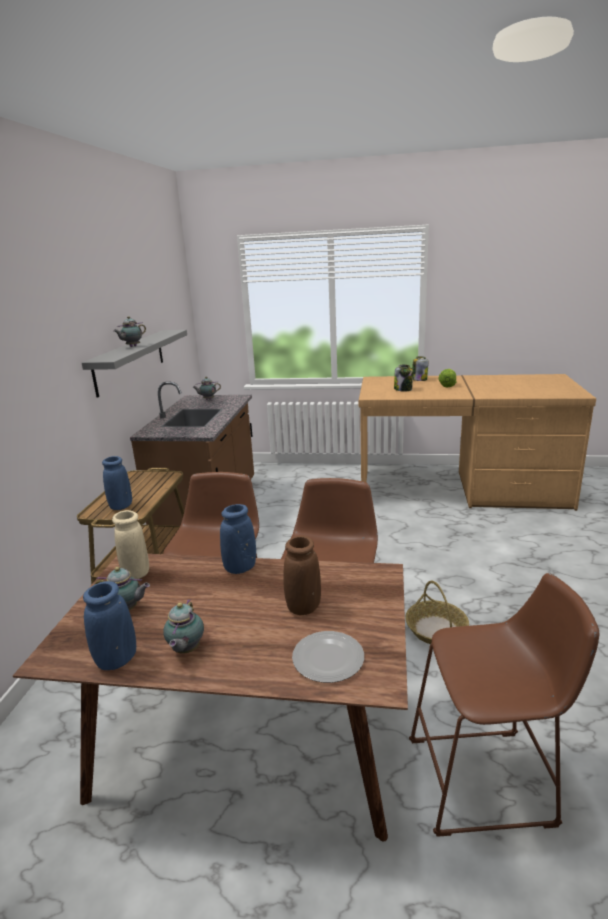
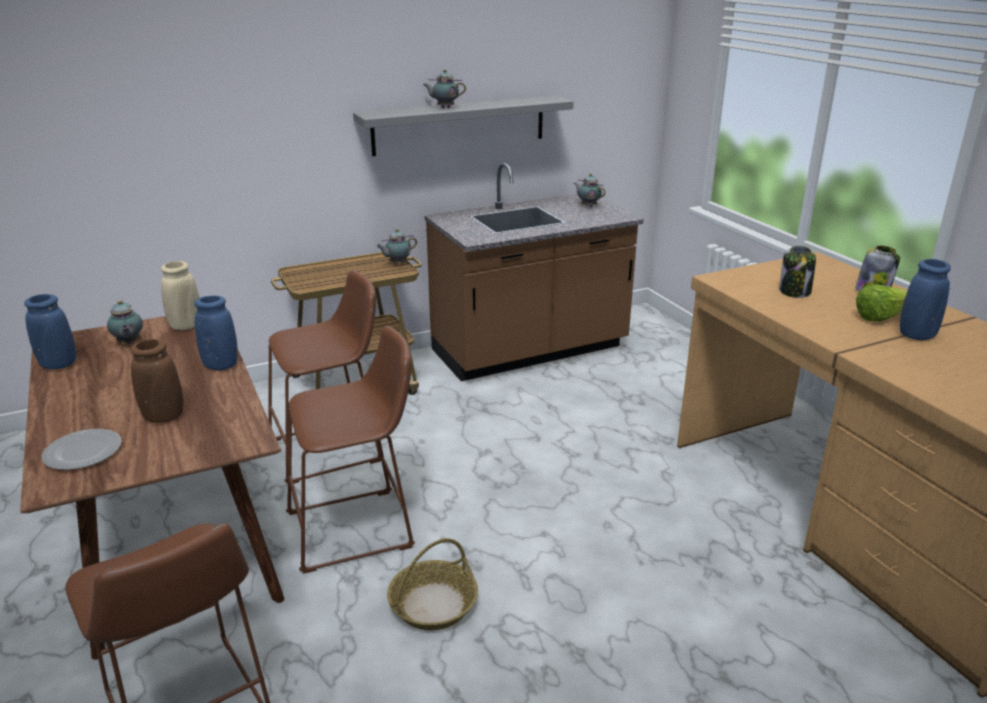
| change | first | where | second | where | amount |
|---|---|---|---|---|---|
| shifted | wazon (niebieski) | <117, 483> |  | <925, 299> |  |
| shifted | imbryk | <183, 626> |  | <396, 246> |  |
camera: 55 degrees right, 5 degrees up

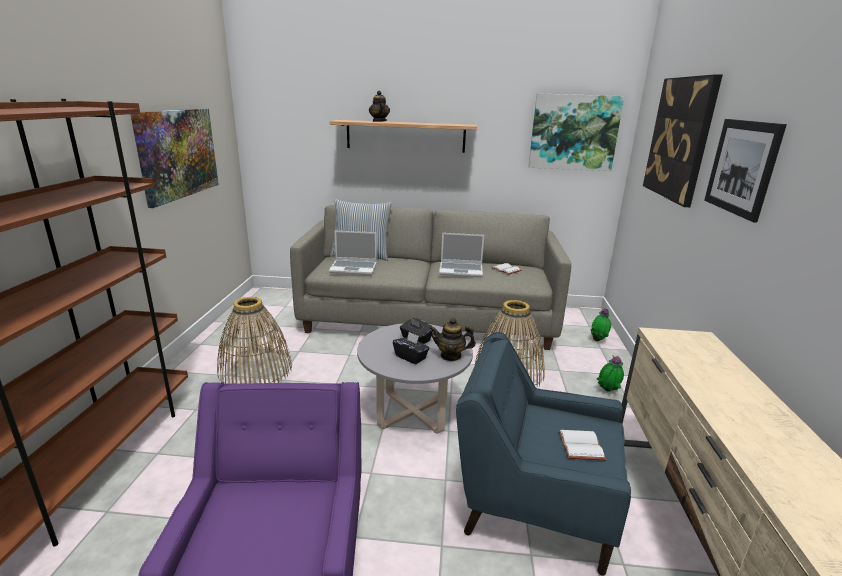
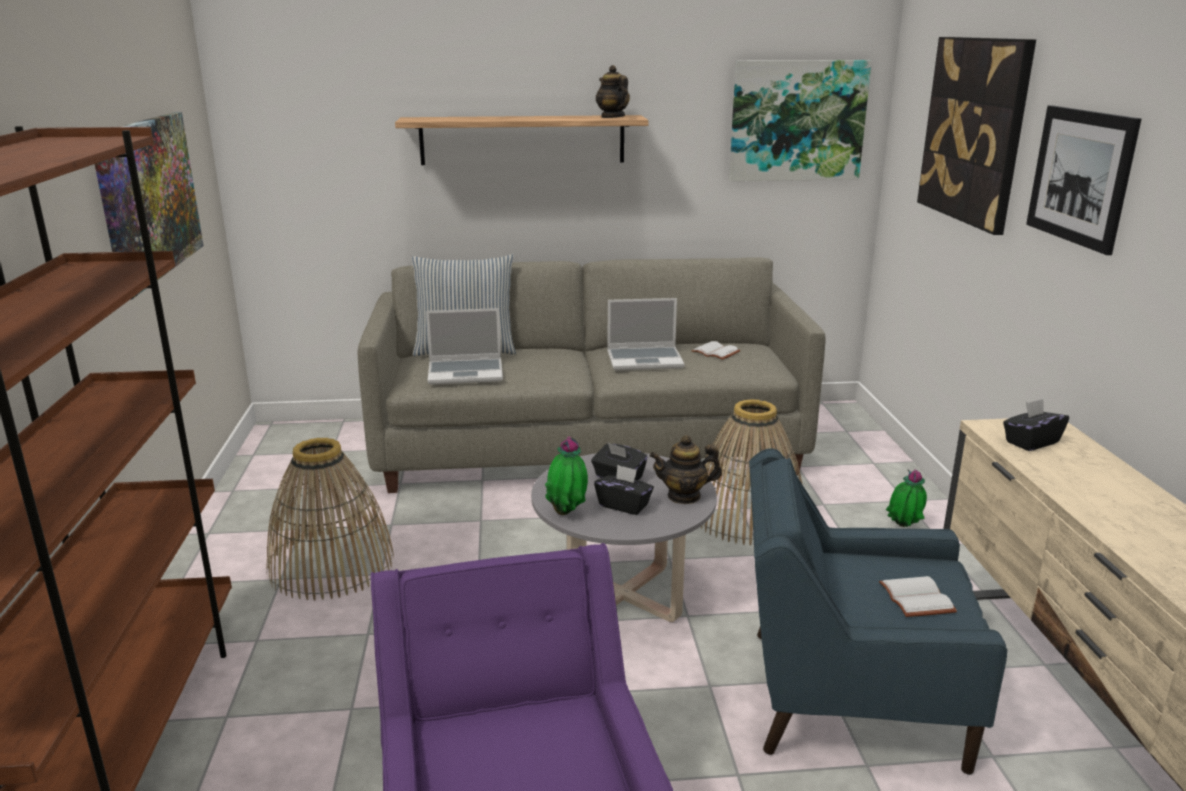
| change | first | where | second | where | amount |
|---|---|---|---|---|---|
| shifted | imbryk | <379, 106> |  | <613, 91> |  |
| shifted | roślina doniczkowa | <601, 324> |  | <566, 476> |  |
| new |  |  | pudełko chusteczek (czarny) | <1036, 425> |  |
camera: 10 degrees left, 0 degrees up

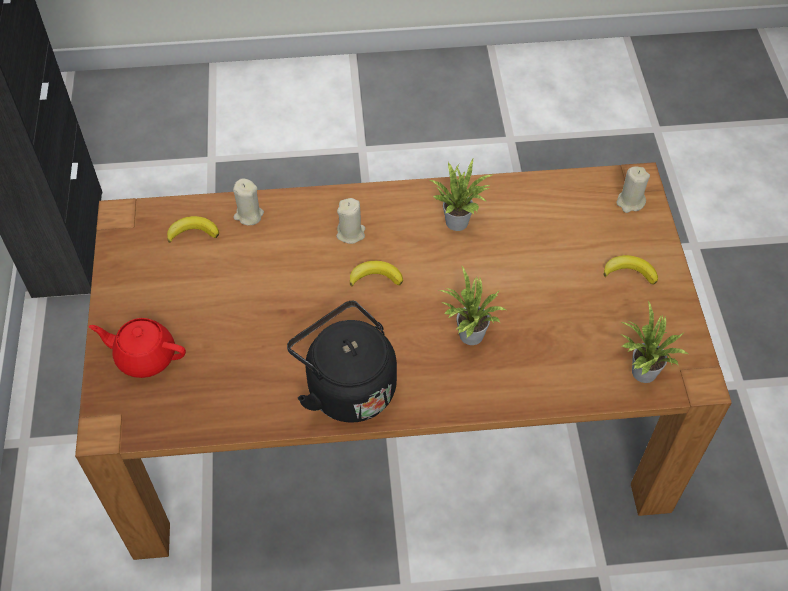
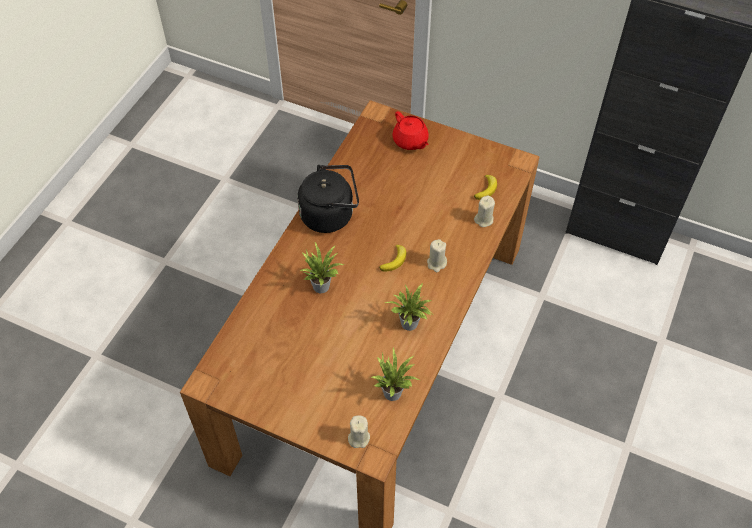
| change | first | where | second | where | amount |
|---|---|---|---|---|---|
| gone | banan | <630, 270> |  |  |  |
| shifted | roślina doniczkowa | <654, 341> |  | <395, 374> |  |
| rotated | imbryk (czerwony) | <137, 348> |  | <410, 130> | 105 degrees clockwise |
camera: 120 degrees right, 0 degrees up

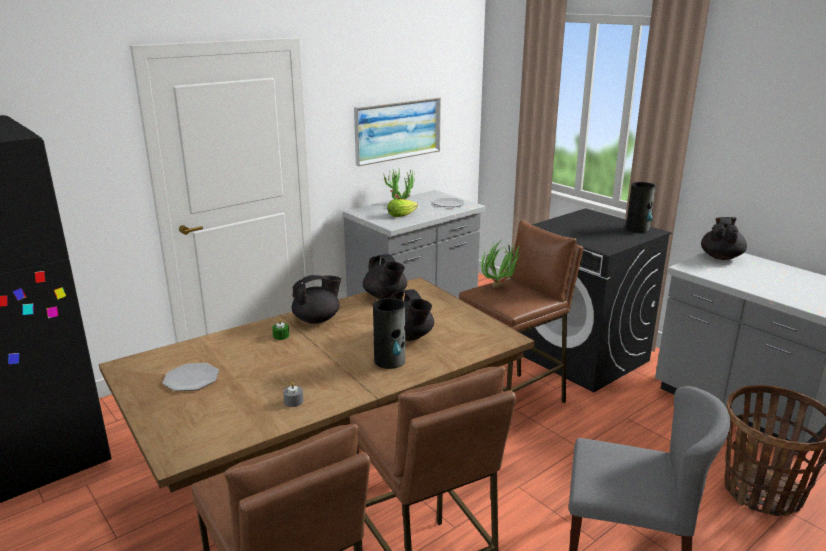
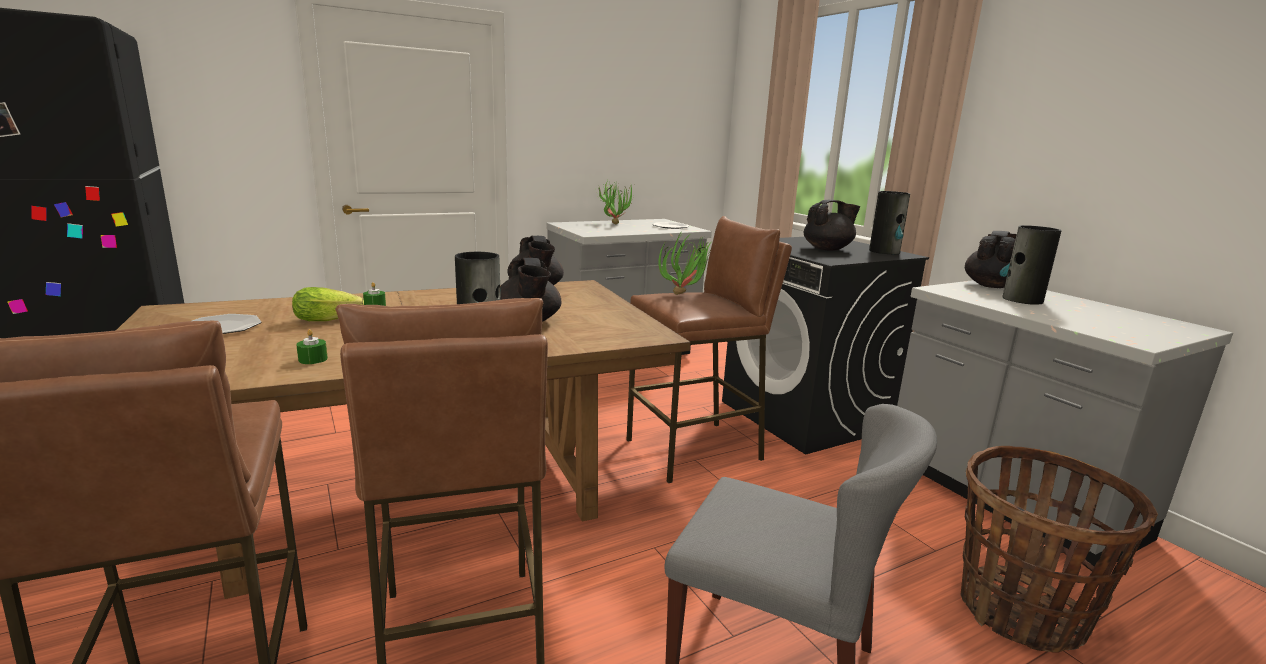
| change | first | where | second | where | amount |
|---|---|---|---|---|---|
| gone | obraz | <397, 131> |  |  |  |
| shifted | sałata | <402, 208> |  | <328, 304> |  |
| shifted | imbryk (czarny) | <316, 299> |  | <832, 225> |  |
| repainted | świeca (szary) | <293, 394> | świeca (zielony) | <312, 346> |  |
| new |  |  | wazon | <1031, 265> |  |
camera: 10 degrees right, 5 degrees down

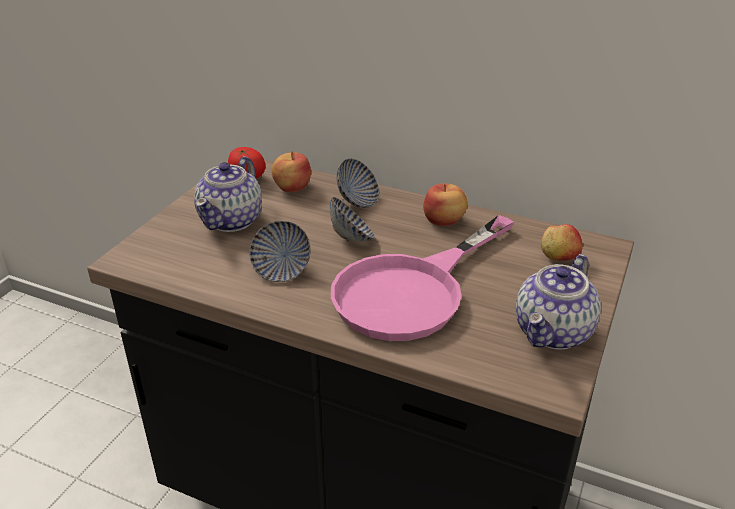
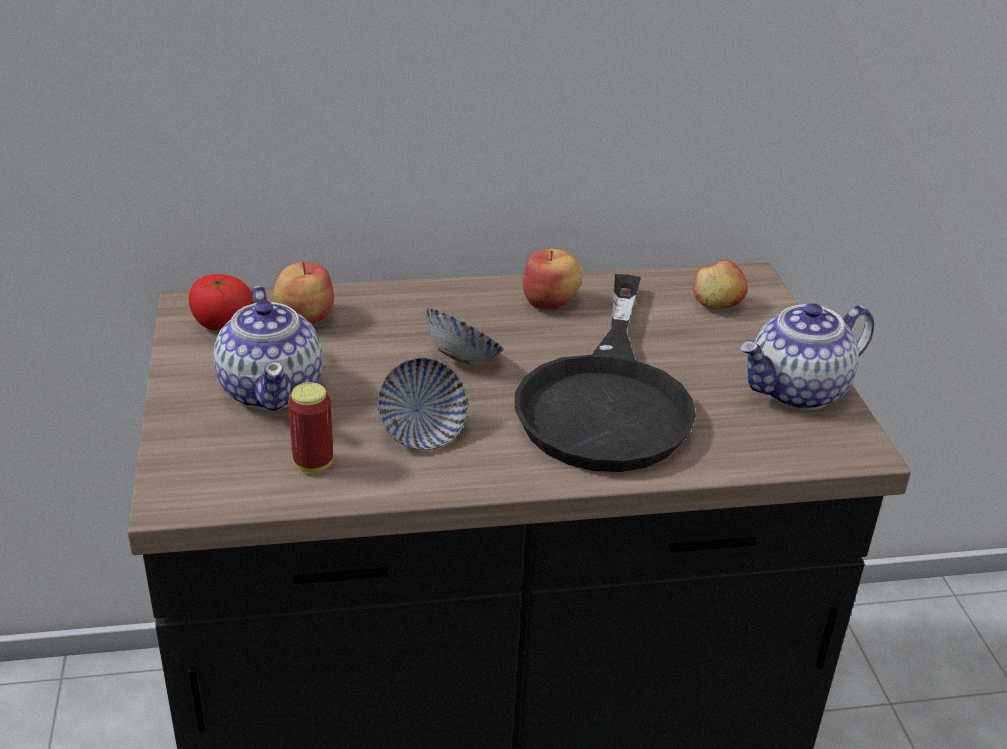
| change | first | where | second | where | amount |
|---|---|---|---|---|---|
| gone | miska | <357, 183> |  |  |  |
| repainted | patelnia (różowy) | <422, 278> | patelnia (czarny) | <605, 373> |  |
| rotated | imbryk | <558, 301> |  | <806, 356> | 60 degrees clockwise |
| new |  |  | puszka | <310, 427> |  |
camera: 35 degrees left, 0 degrees up

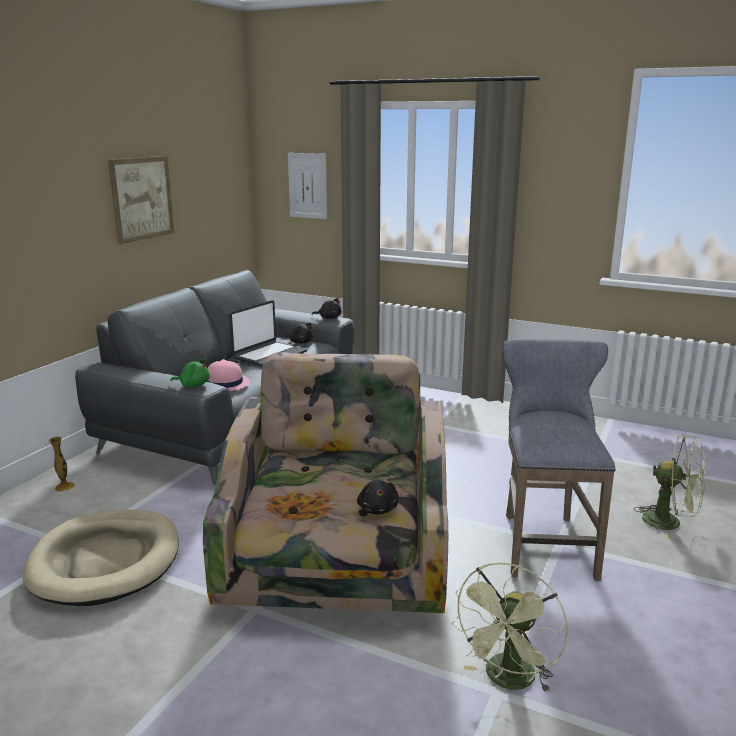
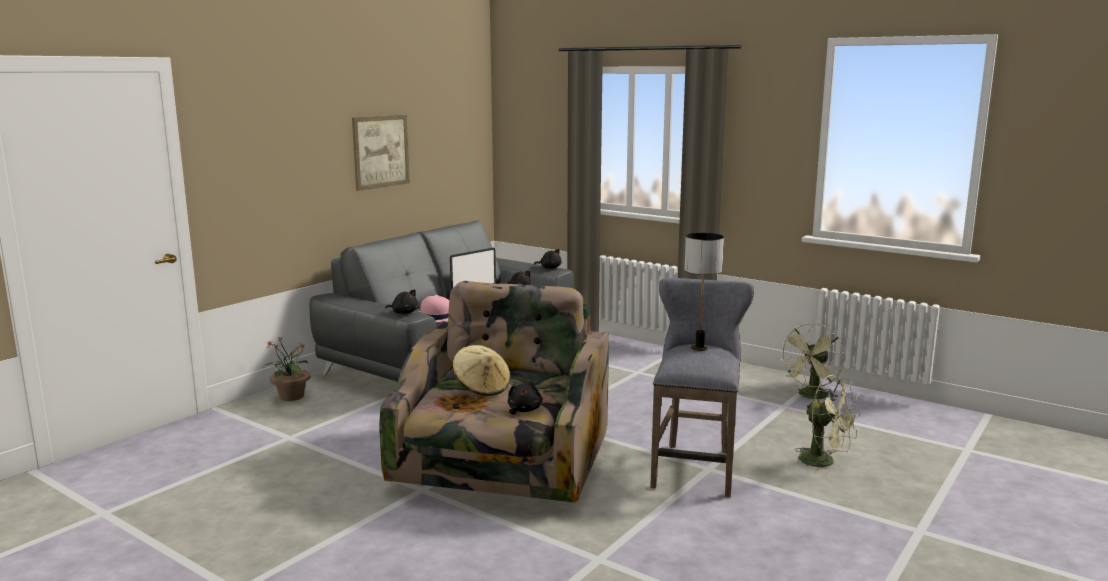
| change | first | where | second | where | amount |
|---|---|---|---|---|---|
| gone | obraz | <307, 186> |  |  |  |
| repainted | pluszak (zielony) | <190, 372> | pluszak (czarny) | <401, 302> |  |
| swapped | wazon | <61, 464> | roślina doniczkowa | <287, 369> |  |
| gone | legowisko (beżowy) | <101, 558> |  |  |  |
| shifted | wentylator (zielony) | <509, 628> |  | <811, 362> |  |
| new |  |  | lampa stołowa | <704, 292> |  |
| new |  |  | kapelusz (beżowy) | <481, 370> |  |
camera: 10 degrees right, 5 degrees down

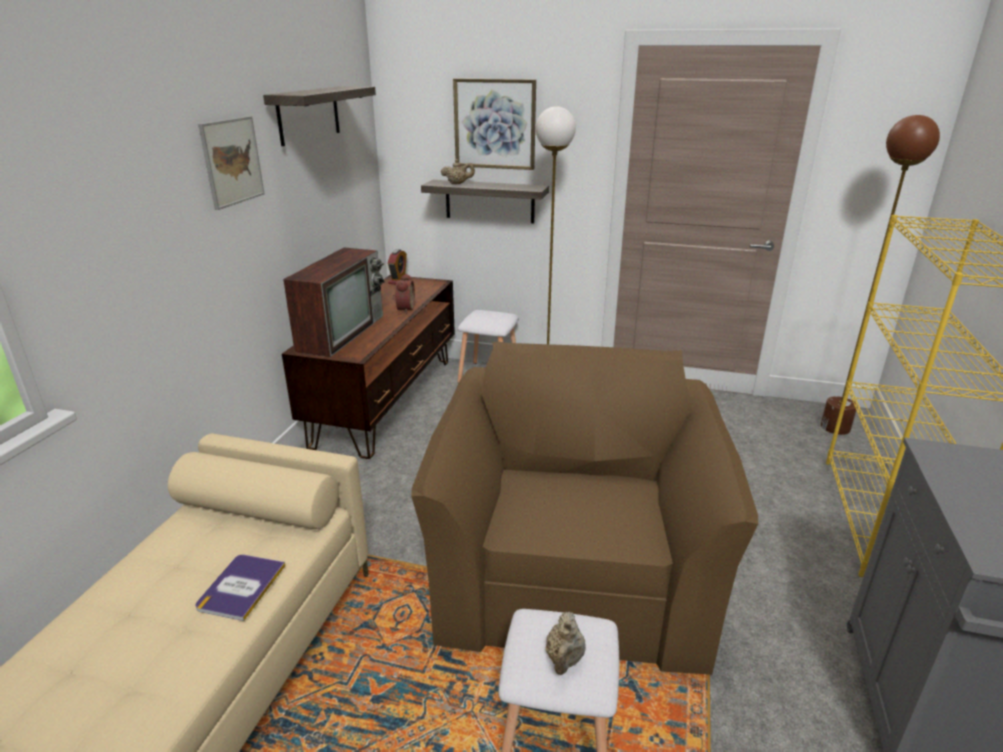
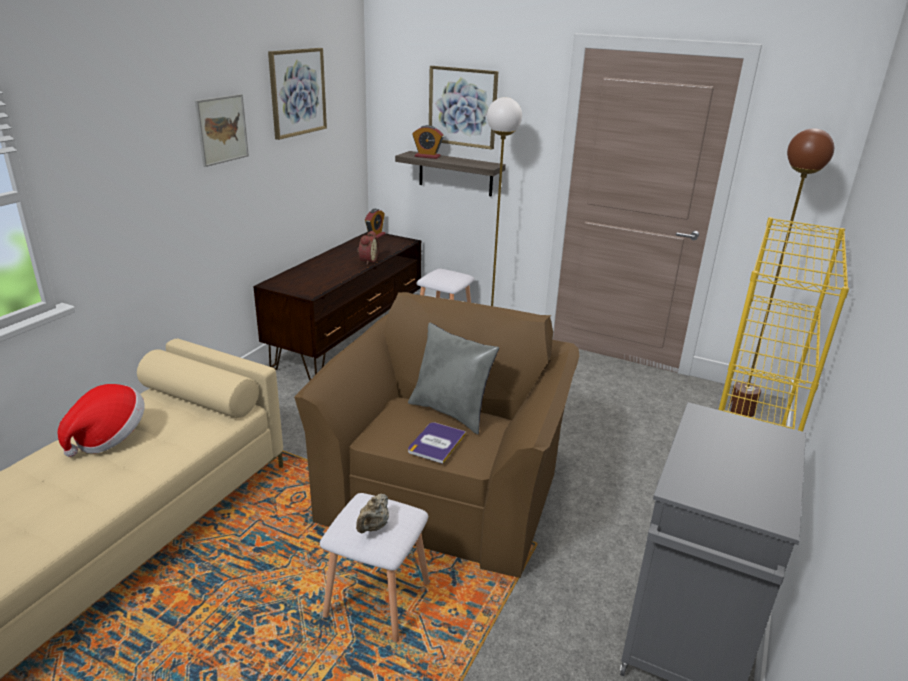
| change | first | where | second | where | amount |
|---|---|---|---|---|---|
| swapped | półka | <319, 116> | obraz | <297, 94> |  |
| swapped | imbryk (beżowy) | <458, 171> | budzik | <428, 142> |  |
| gone | telewizor | <334, 302> |  |  |  |
| shifted | książka | <240, 588> |  | <437, 443> |  |
| new |  |  | poduszka (szary) | <453, 378> |  |
| new |  |  | kapelusz | <101, 420> |  |
camera: 10 degrees right, 0 degrees up

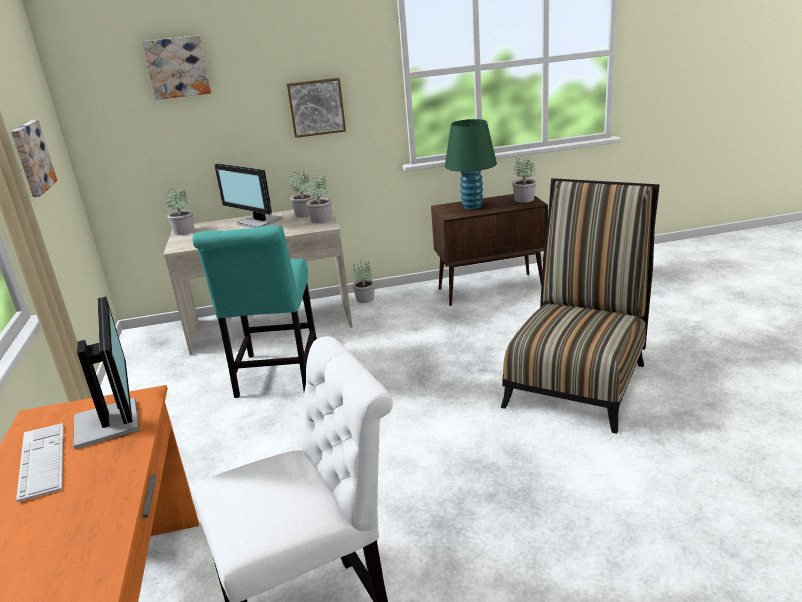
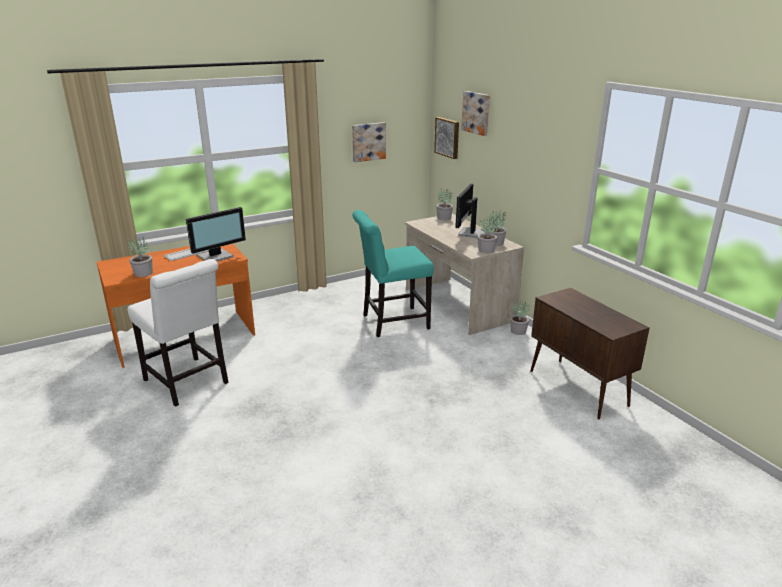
| change | first | where | second | where | amount |
|---|---|---|---|---|---|
| shifted | obraz | <316, 108> |  | <446, 138> |  |
| gone | lampa stołowa (zielony) | <471, 164> |  |  |  |
| shifted | roślina doniczkowa | <524, 180> |  | <140, 256> |  |
| gone | krzesło | <580, 306> |  |  |  |
camera: 70 degrees right, 0 degrees up

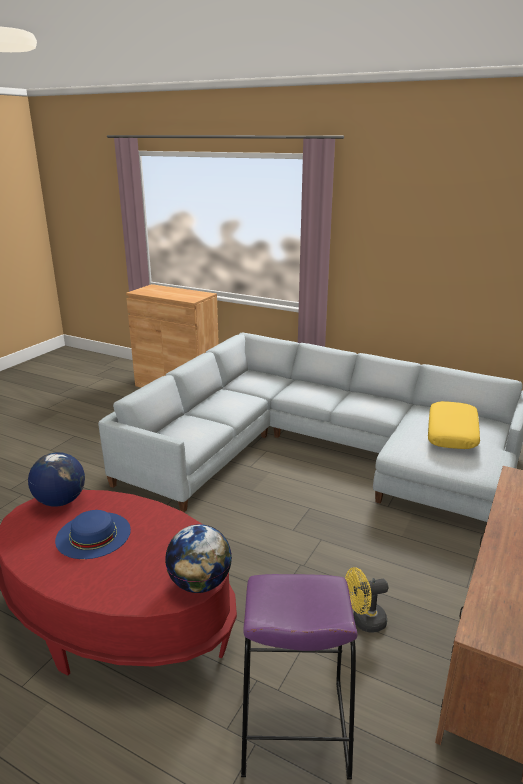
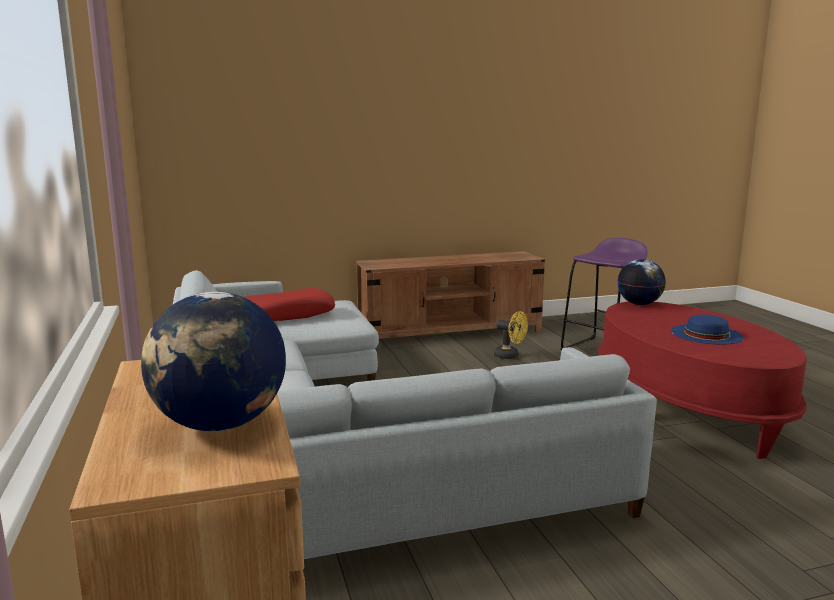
| change | first | where | second | where | amount |
|---|---|---|---|---|---|
| repainted | poduszka (żółty) | <454, 425> | poduszka (czerwony) | <289, 304> |  |
| shifted | globus | <56, 479> |  | <213, 361> |  |
camera: 135 degrees left, 10 degrees down

